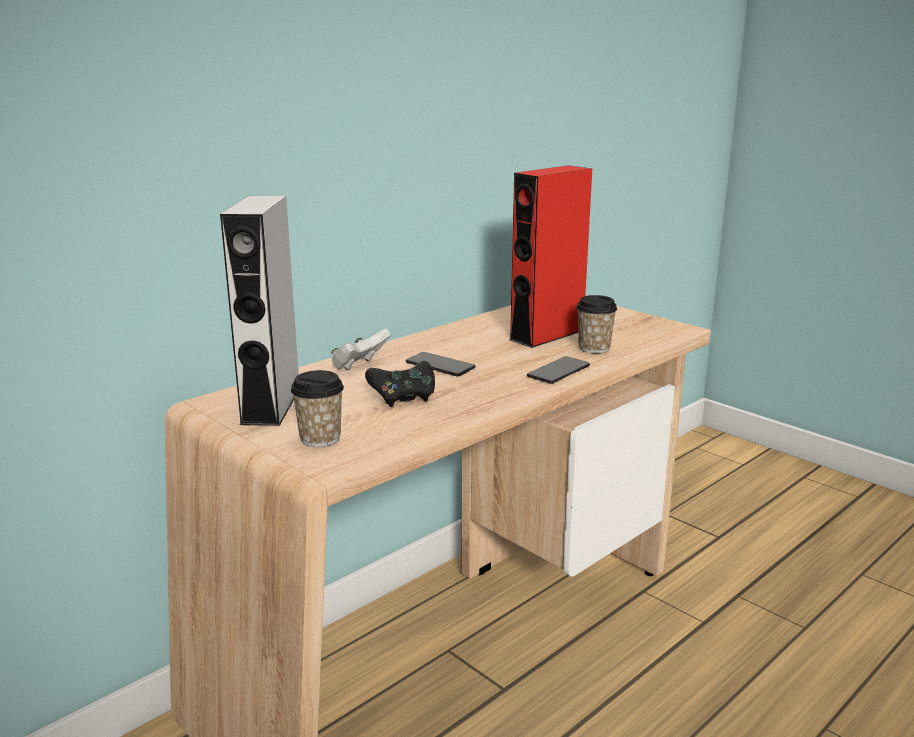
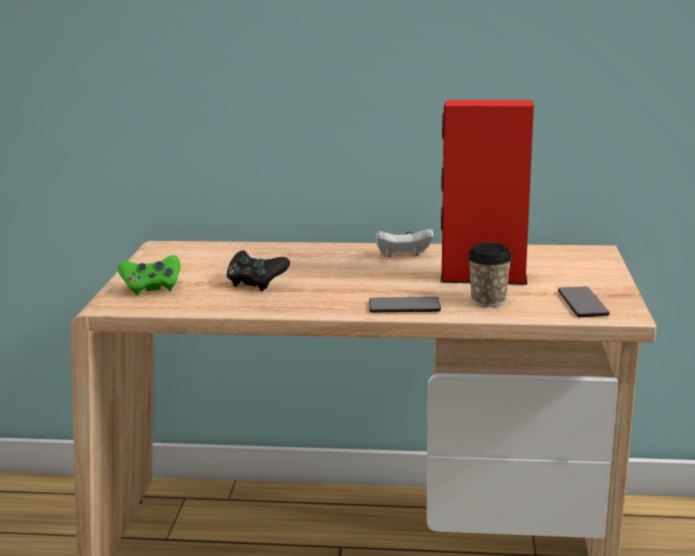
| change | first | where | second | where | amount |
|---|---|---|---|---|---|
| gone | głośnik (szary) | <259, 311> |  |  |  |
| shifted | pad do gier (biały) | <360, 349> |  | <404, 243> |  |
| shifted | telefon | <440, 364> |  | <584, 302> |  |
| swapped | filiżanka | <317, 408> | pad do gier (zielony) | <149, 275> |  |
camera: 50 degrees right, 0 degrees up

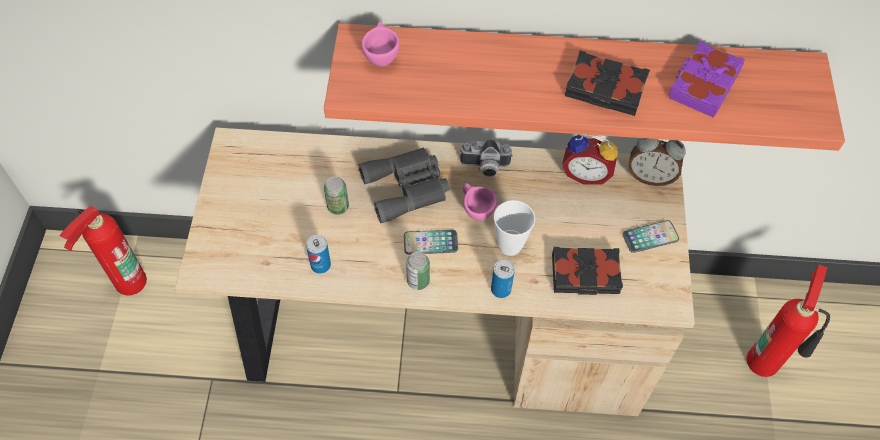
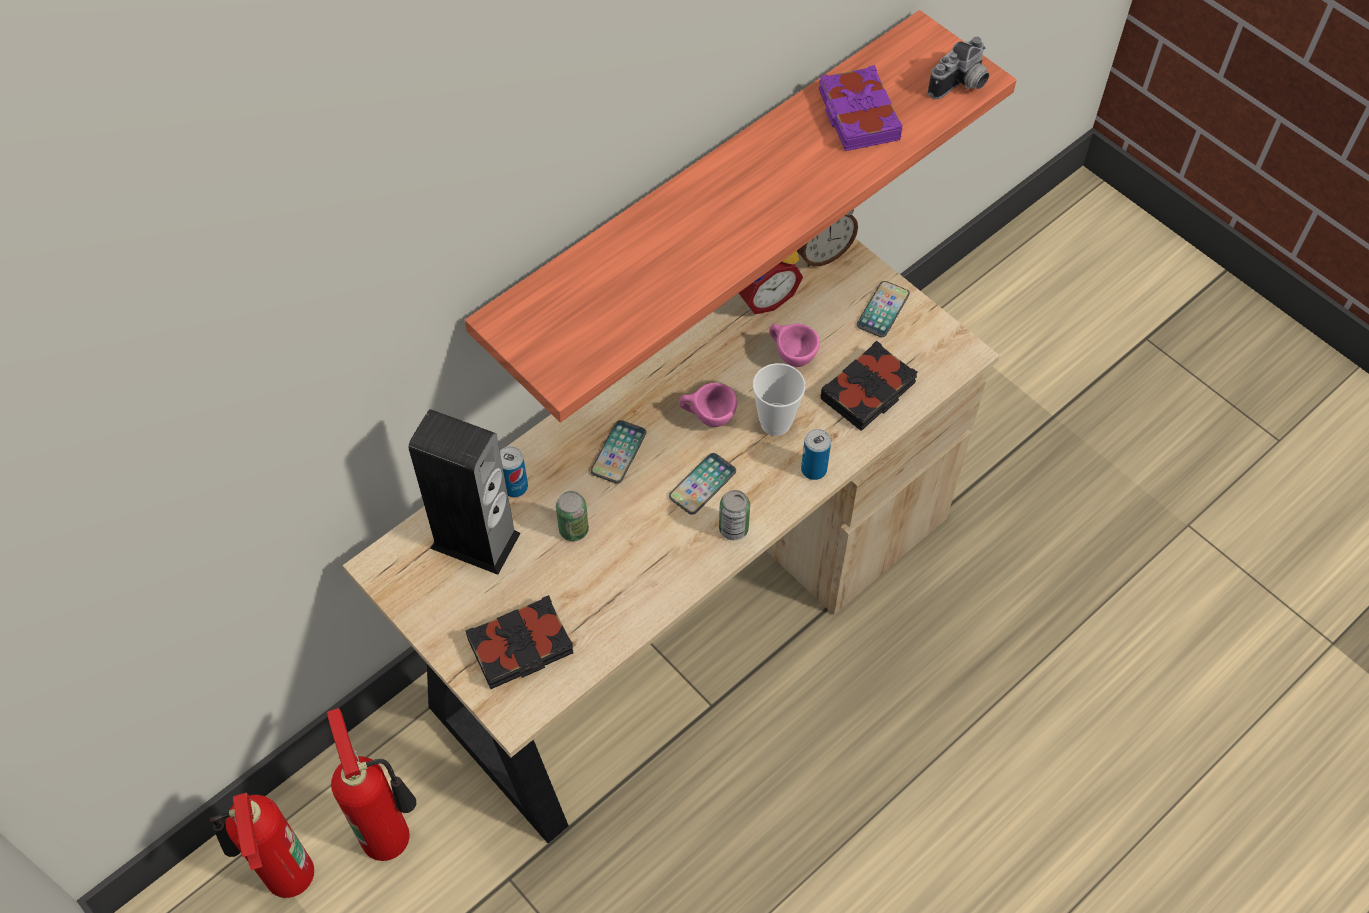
| change | first | where | second | where | amount |
|---|---|---|---|---|---|
| shifted | filiżanka (różowy) | <381, 44> |  | <794, 345> |  |
| shifted | książka (czarny) | <607, 83> |  | <519, 642> |  |
| shifted | aparat fotograficzny | <486, 158> |  | <958, 67> |  |
| swapped | lornetka (szary) | <404, 185> | telefon | <619, 452> |  |
| shifted | puszka | <318, 254> |  | <514, 471> |  |
| shifted | gaśnica | <788, 321> |  | <372, 784> |  |
| new |  |  | głośnik | <464, 492> |  |
camera: 45 degrees left, 0 degrees up

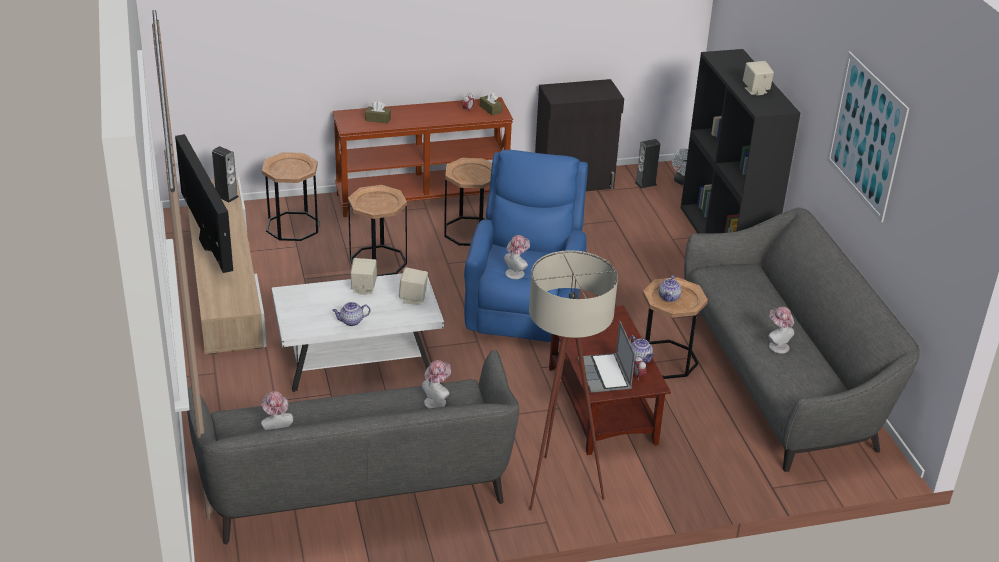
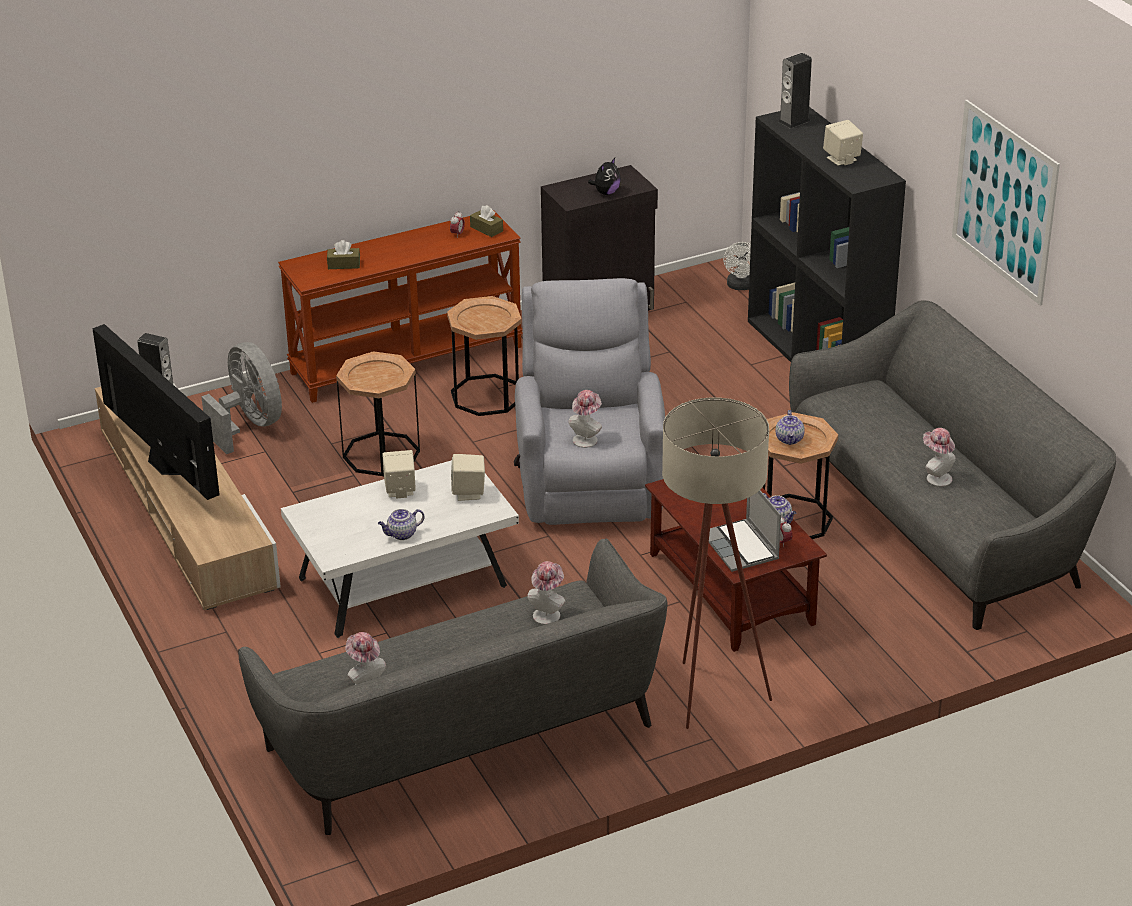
| change | first | where | second | where | amount |
|---|---|---|---|---|---|
| shifted | głośnik | <647, 164> |  | <795, 90> |  |
| repainted | fotel (niebieski) | <526, 246> | fotel (szary) | <589, 401> |  |
| swapped | stolik (brązowy) | <291, 196> | wentylator (szary) | <241, 398> |  |
| new |  |  | pluszak | <604, 176> |  |
camera: 10 degrees left, 0 degrees up

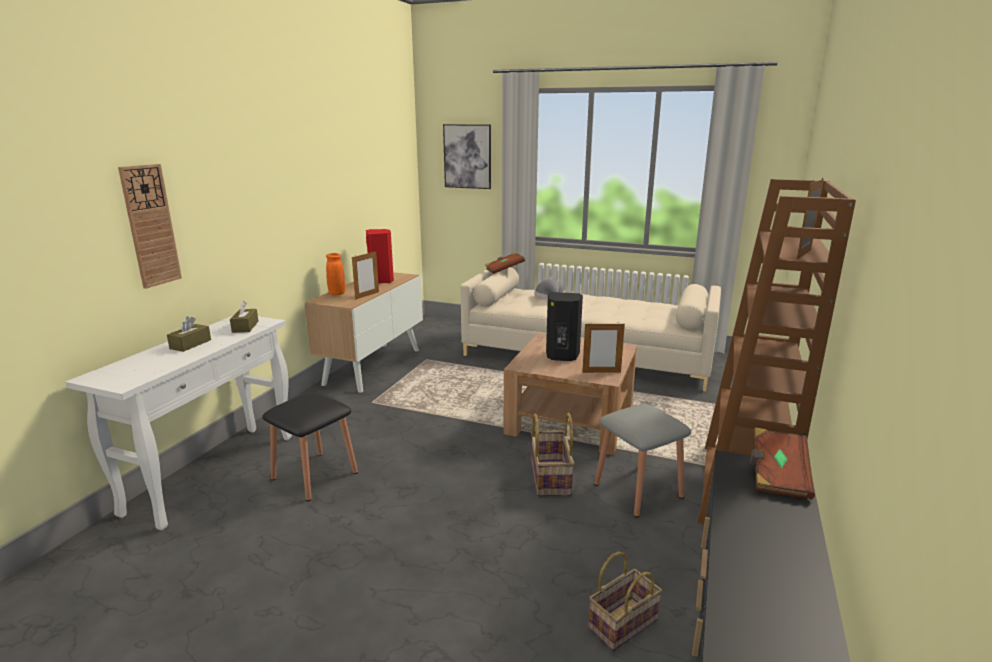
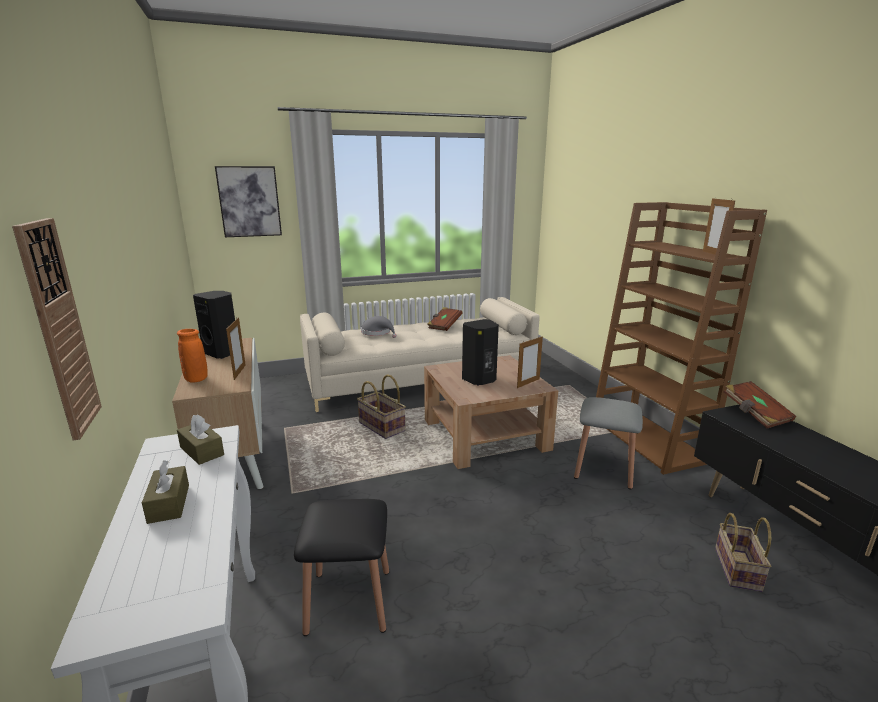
| change | first | where | second | where | amount |
|---|---|---|---|---|---|
| repainted | głośnik (czerwony) | <380, 256> | głośnik (czarny) | <214, 325> |  |
| shifted | książka (brązowy) | <505, 263> |  | <445, 319> |  |
| shifted | koszyk | <553, 455> |  | <381, 406> |  |
camera: 40 degrees left, 0 degrees up

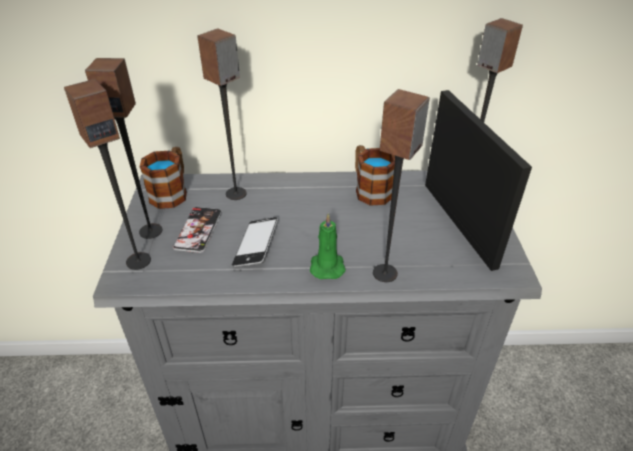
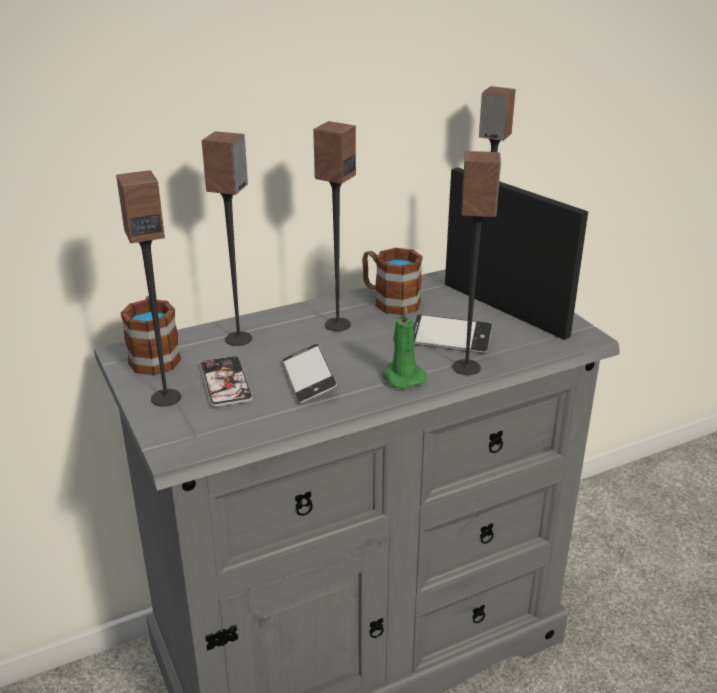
| change | first | where | second | where | amount |
|---|---|---|---|---|---|
| shifted | głośnik | <107, 174> |  | <334, 226> |  |
| new |  |  | telefon | <453, 333> |  |
camera: 25 degrees left, 10 degrees down

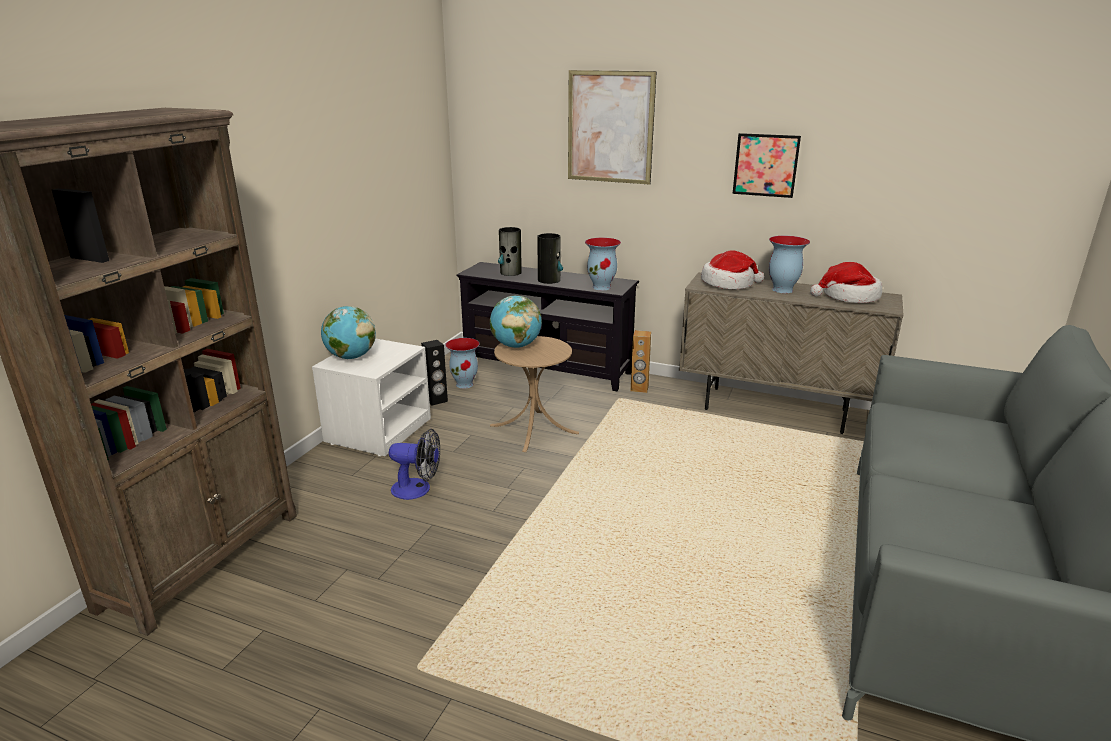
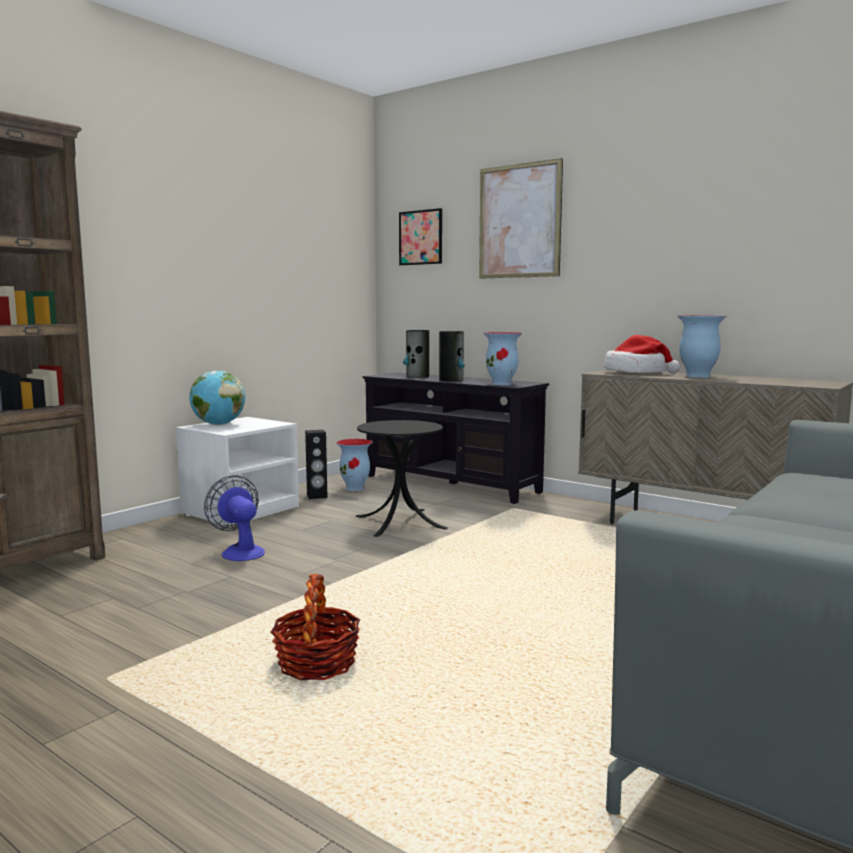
| change | first | where | second | where | amount |
|---|---|---|---|---|---|
| shifted | obraz | <767, 165> |  | <420, 236> |  |
| gone | kapelusz | <846, 282> |  |  |  |
| gone | globus | <516, 322> |  |  |  |
| gone | głośnik (brązowy) | <641, 361> |  |  |  |
| repainted | stolik (beżowy) | <534, 394> | stolik (czarny) | <401, 478> |  |
| rotated | wentylator | <414, 464> |  | <234, 518> | 150 degrees counterclockwise |
| new |  |  | koszyk | <315, 627> |  |
camera: 15 degrees right, 15 degrees down

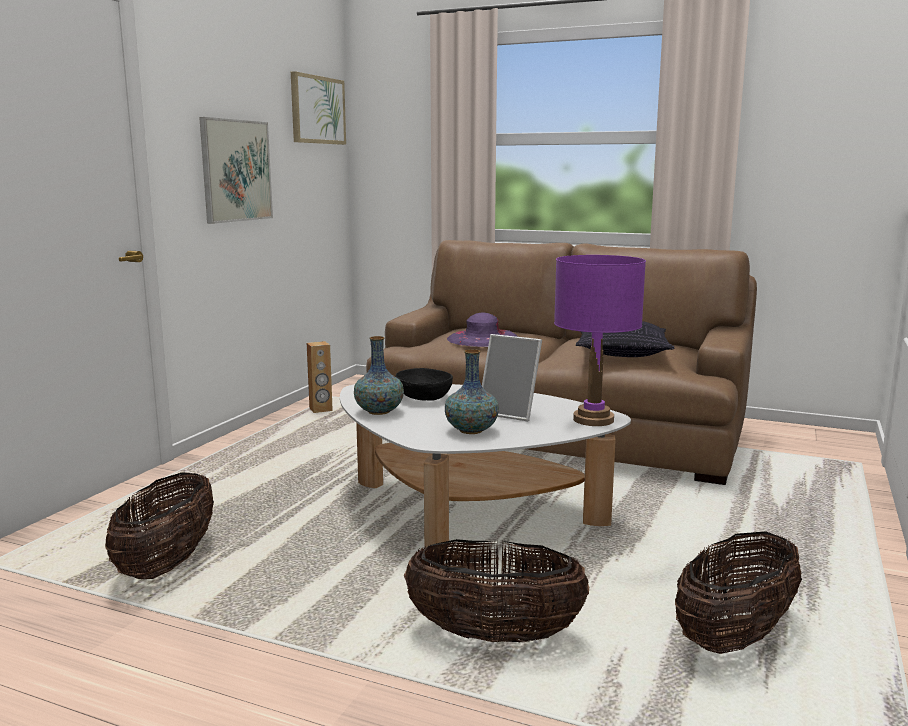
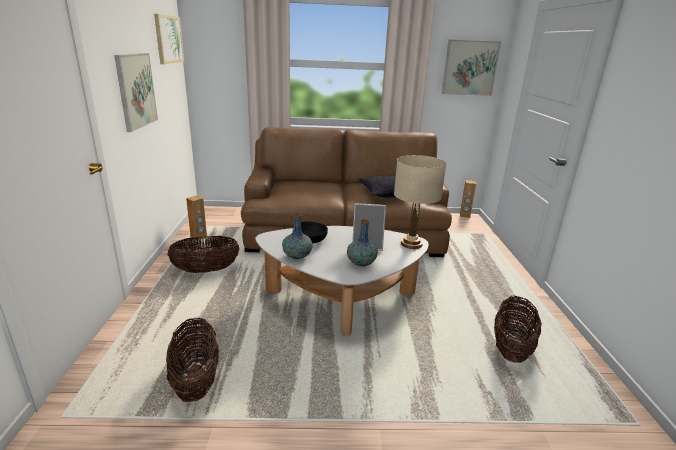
| change | first | where | second | where | amount |
|---|---|---|---|---|---|
| repainted | lampa stołowa (fioletowy) | <600, 340> | lampa stołowa (beżowy) | <420, 202> |  |
| gone | kapelusz (fioletowy) | <482, 330> |  |  |  |
| shifted | koszyk | <496, 591> |  | <203, 254> |  |
| new |  |  | obraz | <471, 67> |  |
| new |  |  | głośnik (brązowy) | <468, 199> |  |
camera: 25 degrees left, 10 degrees up

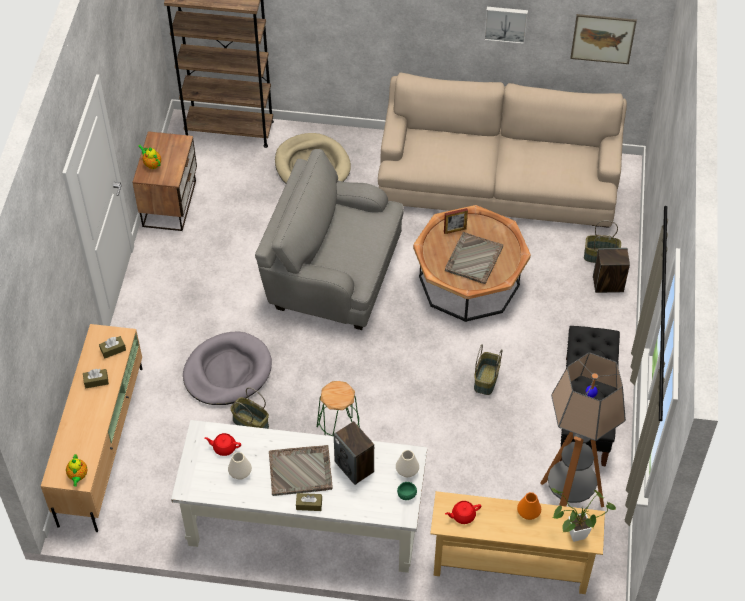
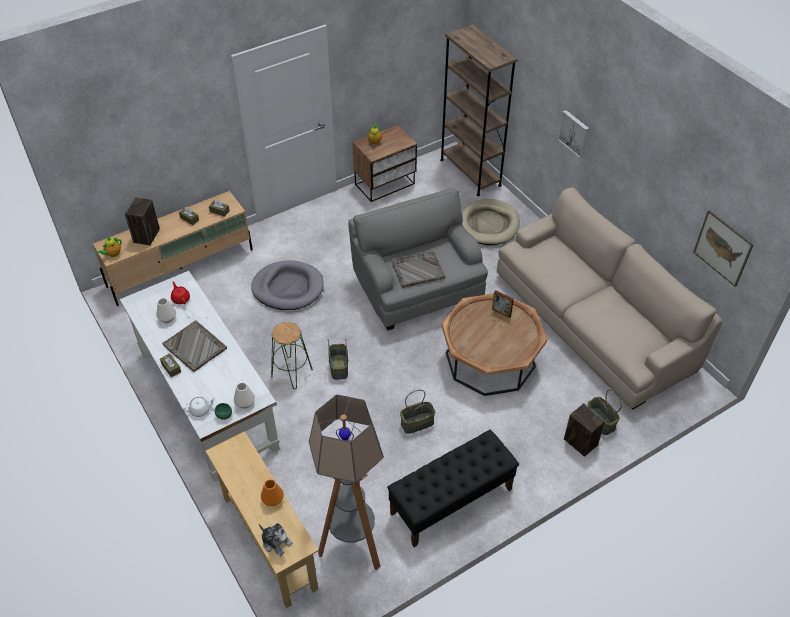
| change | first | where | second | where | amount |
|---|---|---|---|---|---|
| shifted | obraz | <506, 25> |  | <573, 134> |  |
| shifted | taca (szary) | <474, 258> |  | <418, 269> |  |
| shifted | koszyk | <249, 408> |  | <338, 359> |  |
| shifted | głośnik | <354, 453> |  | <142, 221> |  |
| swapped | roślina doniczkowa | <583, 515> | pluszak | <276, 539> |  |
| gone | imbryk (czerwony) | <463, 512> |  |  |  |
| new |  |  | imbryk (biały) | <199, 407> |  |
camera: 50 degrees right, 5 degrees down

